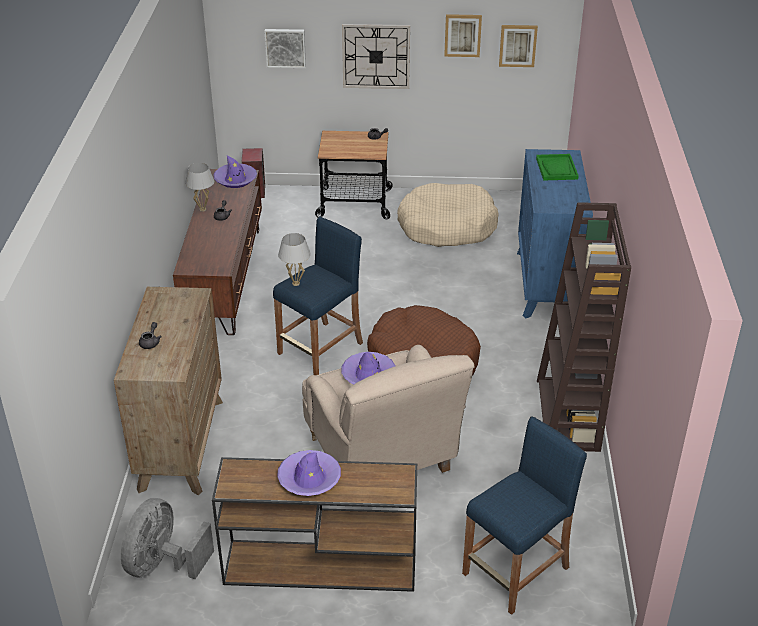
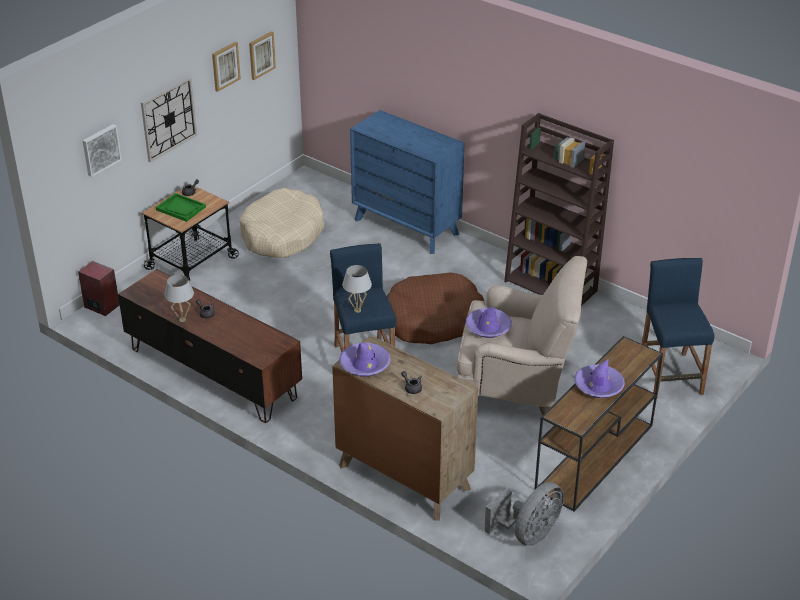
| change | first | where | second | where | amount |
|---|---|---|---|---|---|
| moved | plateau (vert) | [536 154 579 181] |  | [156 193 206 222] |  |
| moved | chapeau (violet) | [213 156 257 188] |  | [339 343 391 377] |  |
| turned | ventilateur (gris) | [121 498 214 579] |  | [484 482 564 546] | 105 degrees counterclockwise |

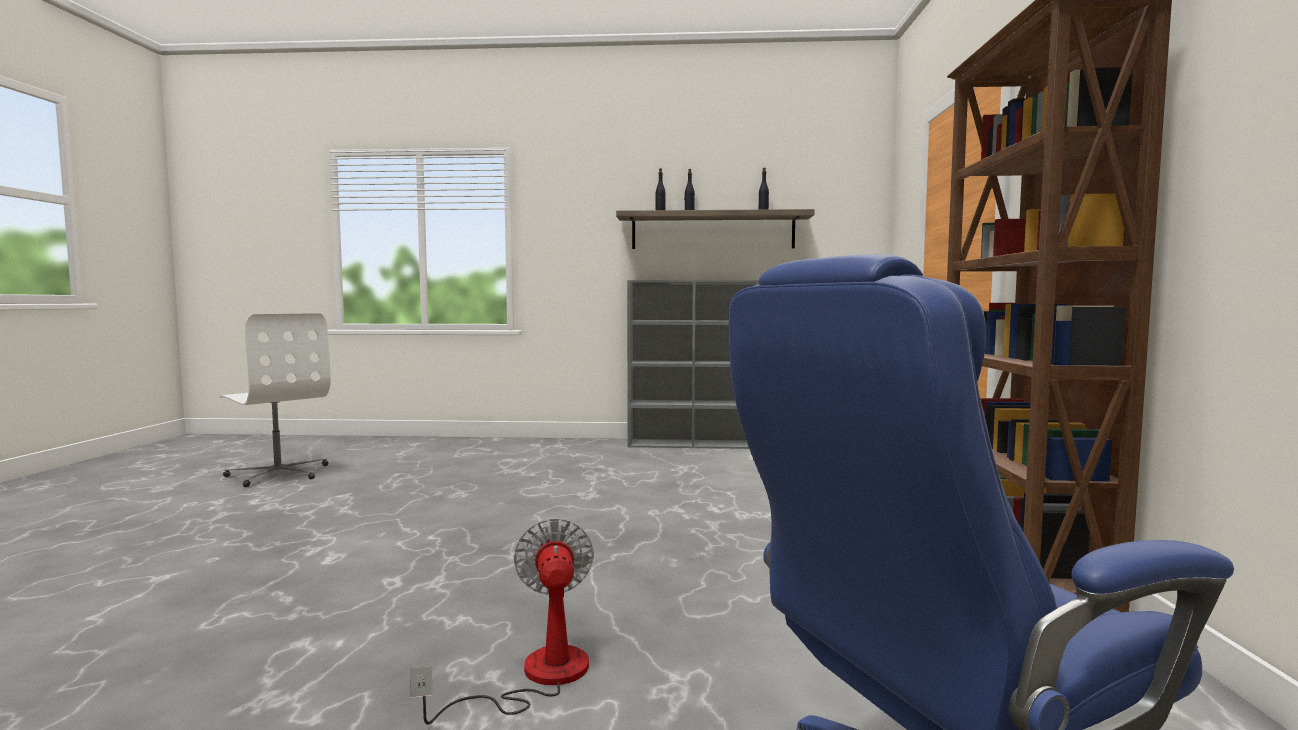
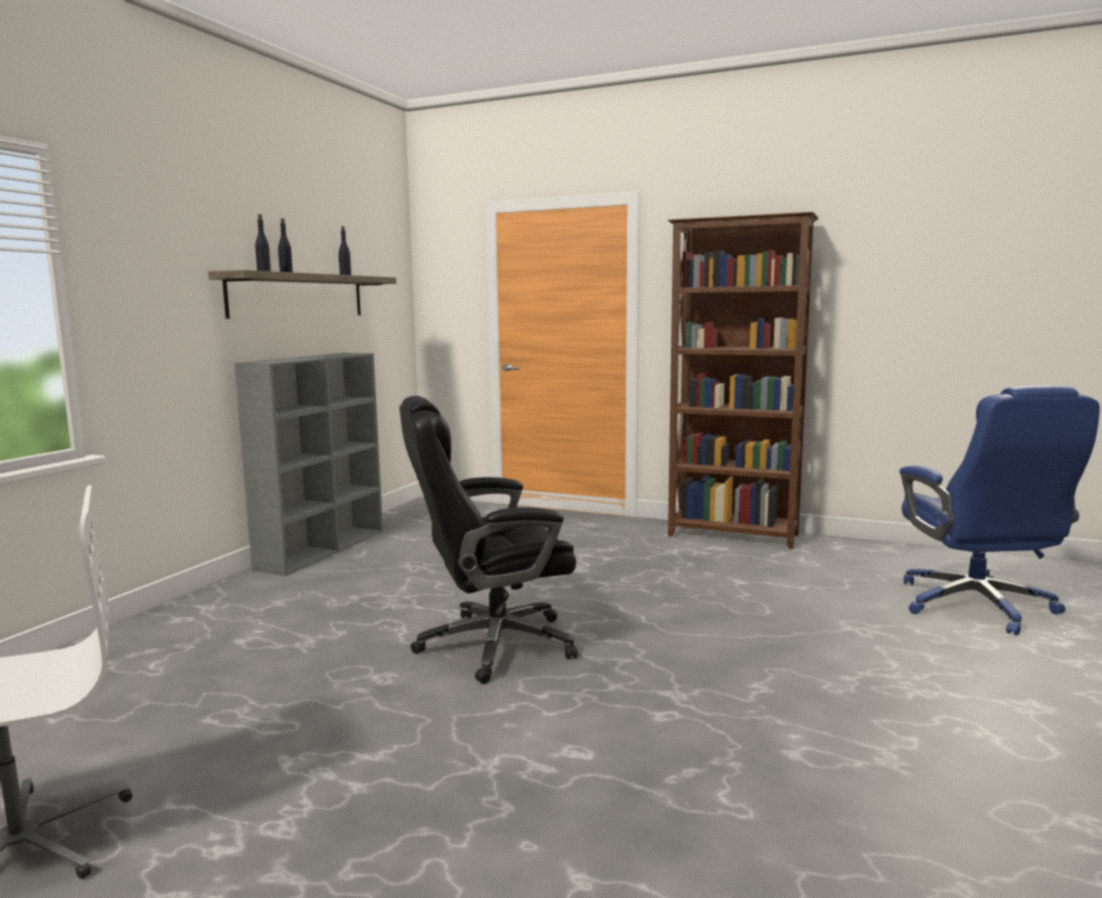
| change | first | where | second | where | amount |
|---|---|---|---|---|---|
| added |  |  | chaise de bureau (noir) | [399 396 578 684] |  |
| removed | ventilateur | [410 518 594 725] |  |  |  |

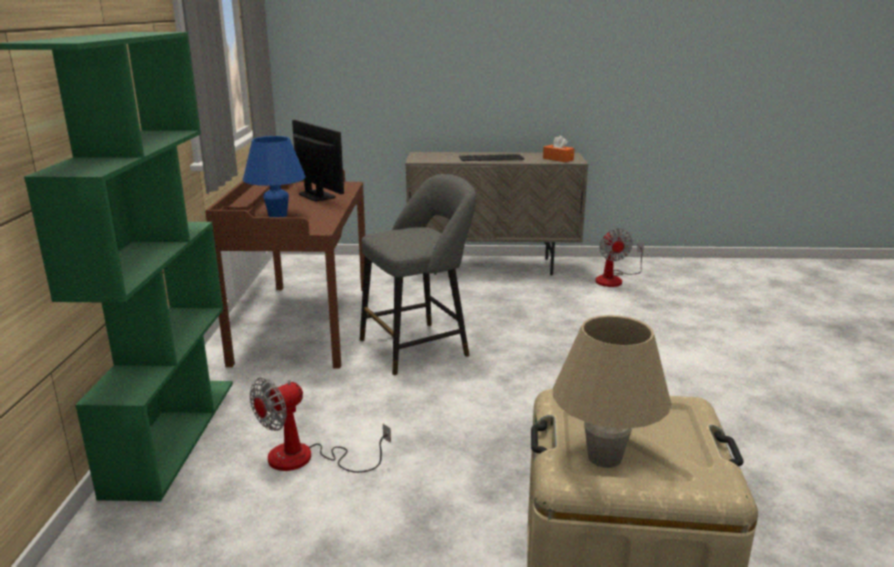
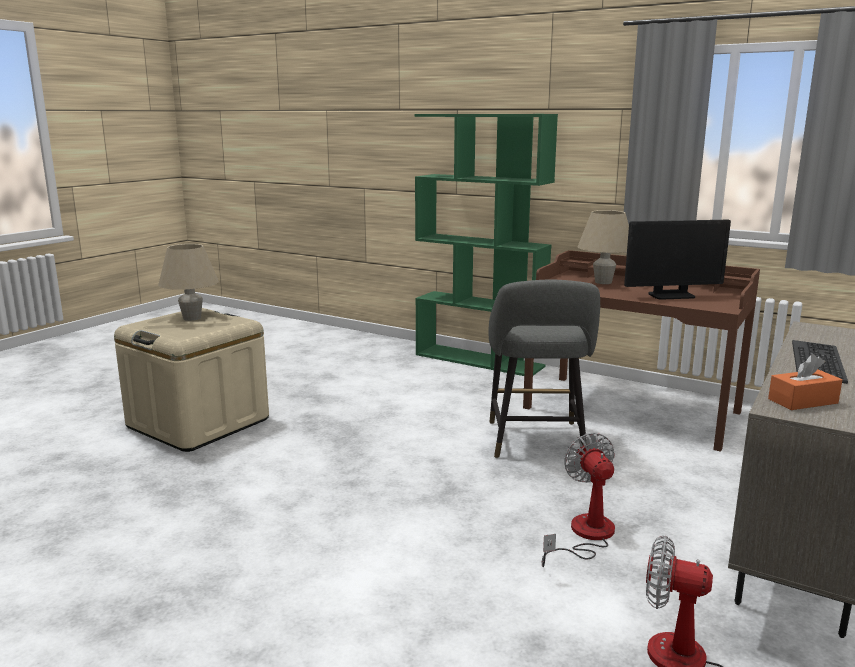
| change | first | where | second | where | amount |
|---|---|---|---|---|---|
| moved | ventilateur | [250 378 391 473] |  | [542 433 615 567] |  |
| recoloured | lampe de table (bleu) | [243 136 305 217] | lampe de table (beige) | [578 210 629 284] |  |

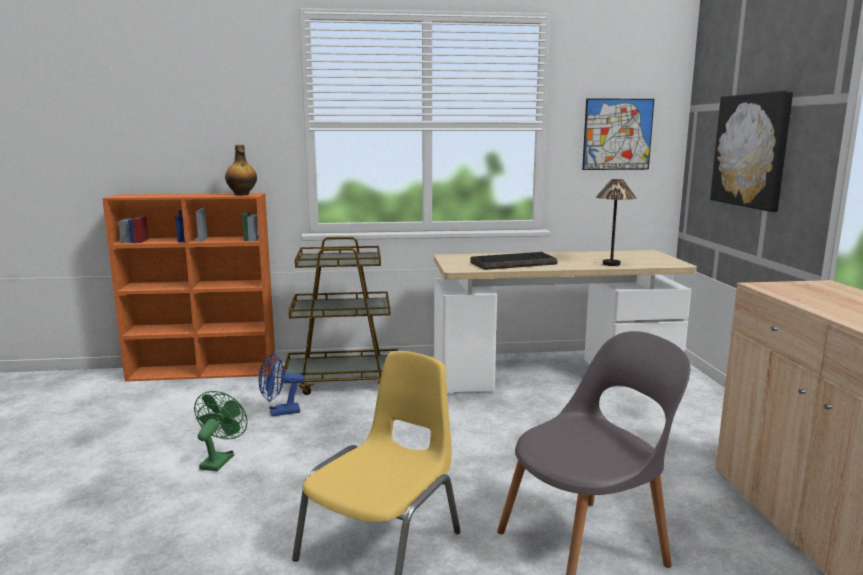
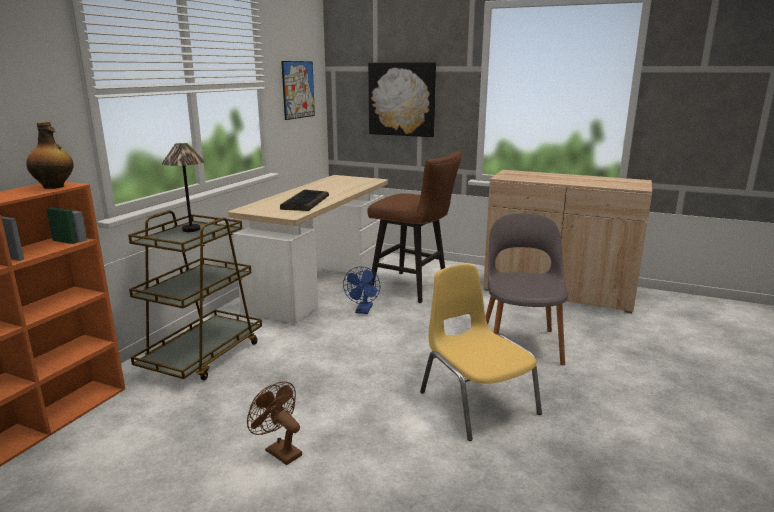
| change | first | where | second | where | amount |
|---|---|---|---|---|---|
| moved | lampe de table | [596 179 637 266] |  | [162 143 205 232] |  |
| recoloured | ventilateur (vert) | [194 391 248 471] | ventilateur (marron) | [247 381 302 465] |  |
| moved | ventilateur (bleu) | [259 352 305 416] |  | [343 266 380 314] |  |
| added |  |  | tabouret (marron) | [368 151 462 303] |  |

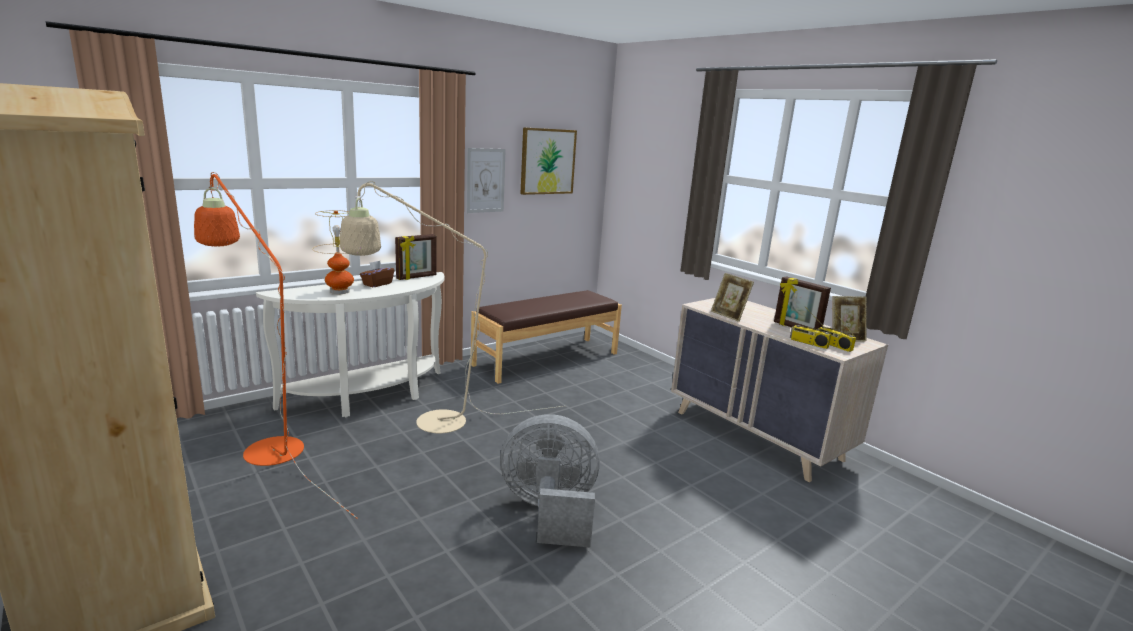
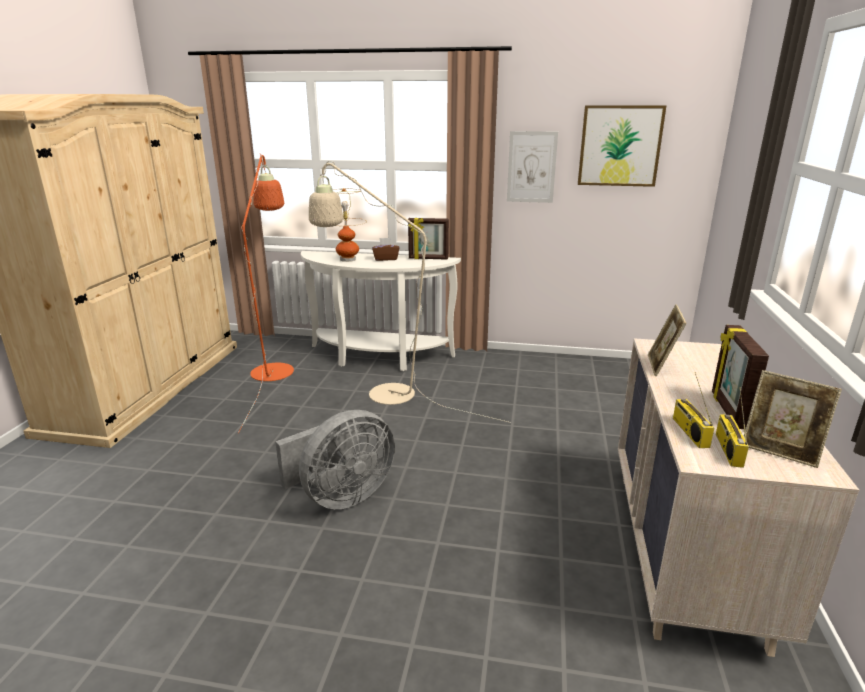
| change | first | where | second | where | amount |
|---|---|---|---|---|---|
| turned | ventilateur (gris) | [500 414 600 548] |  | [275 410 395 509] | 90 degrees clockwise |
| removed | banc (marron) | [471 290 622 384] |  |  |  |

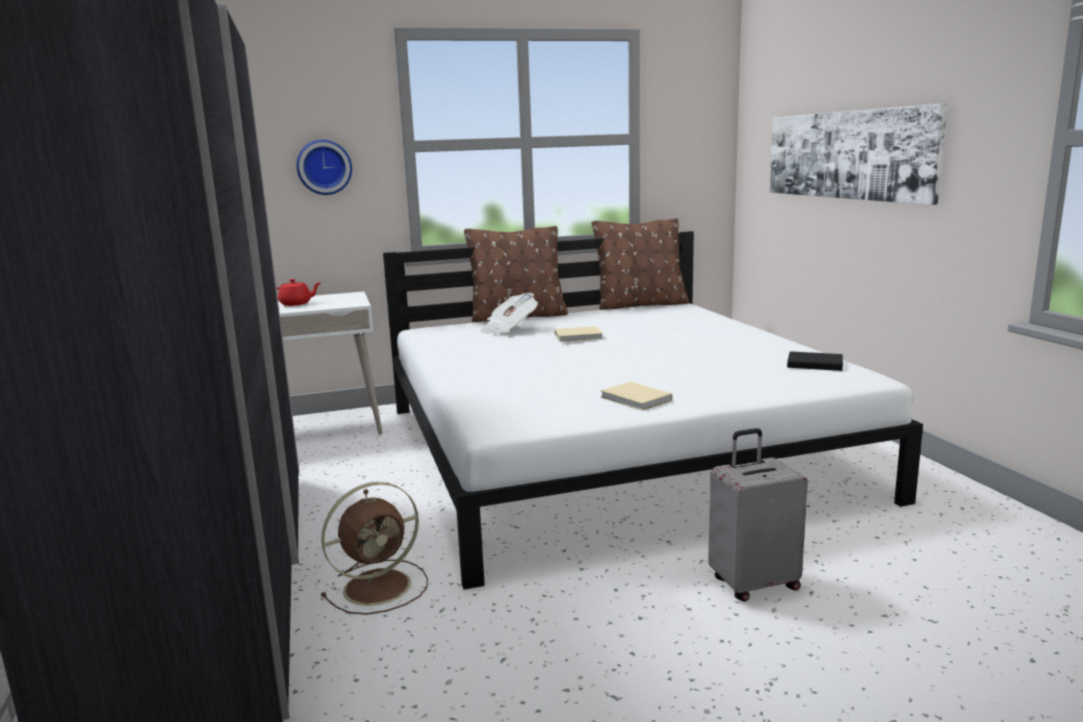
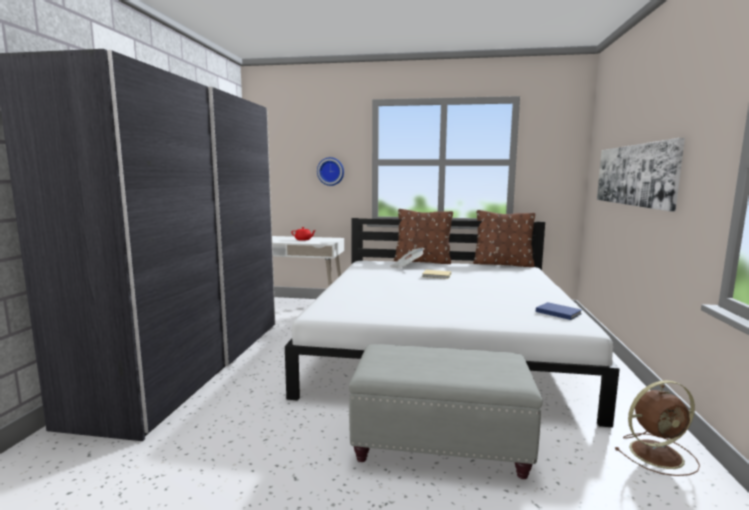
| change | first | where | second | where | amount |
|---|---|---|---|---|---|
| replaced | valise (gris) | [708 428 808 602] | pouf (gris) | [349 344 543 479] |  |
| recoloured | livre (noir) | [787 351 843 371] | livre (bleu) | [536 302 582 320] |  |
| moved | ventilateur (marron) | [321 482 428 615] |  | [614 380 700 476] |  |
| removed | livre (beige) | [600 382 672 410] |  |  |  |

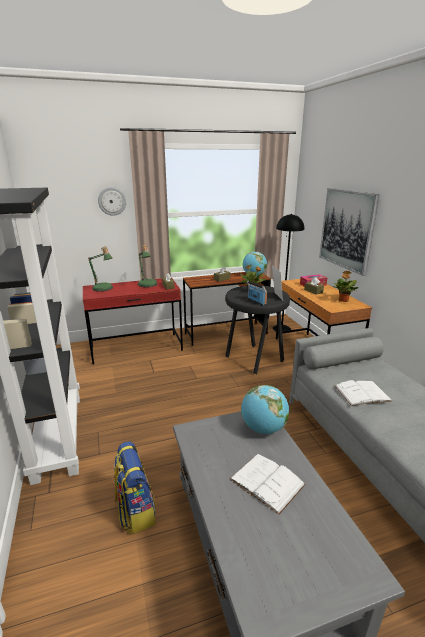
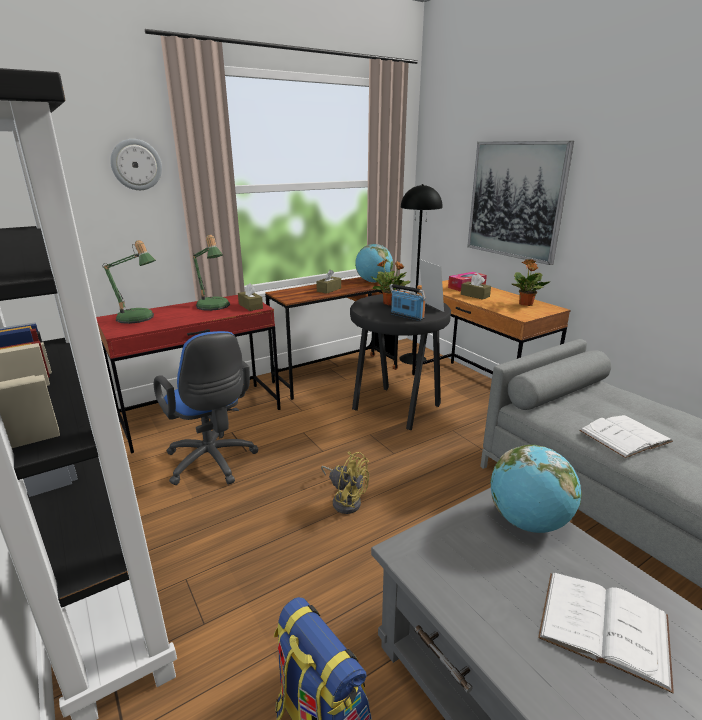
| change | first | where | second | where | amount |
|---|---|---|---|---|---|
| added |  |  | chaise de bureau (bleu) | [154 331 259 485] |  |
| added |  |  | ventilateur (jaune) | [321 452 369 514] |  |

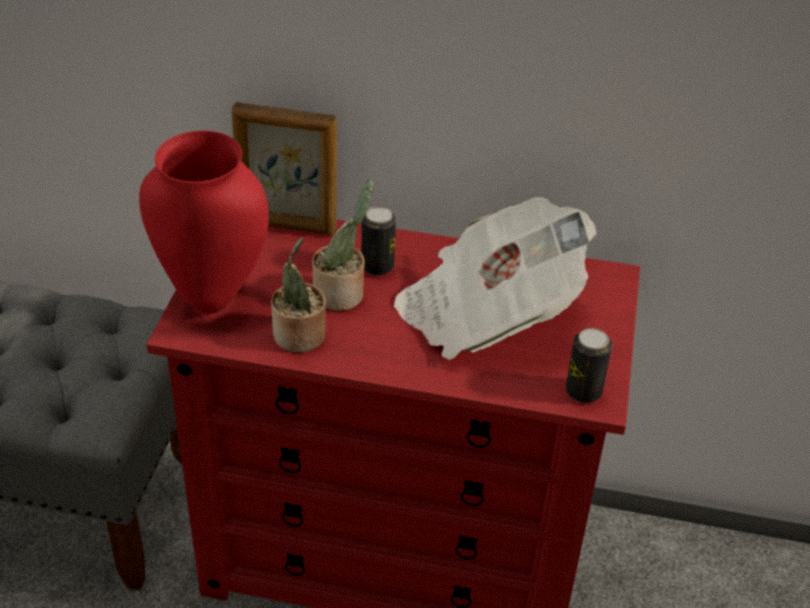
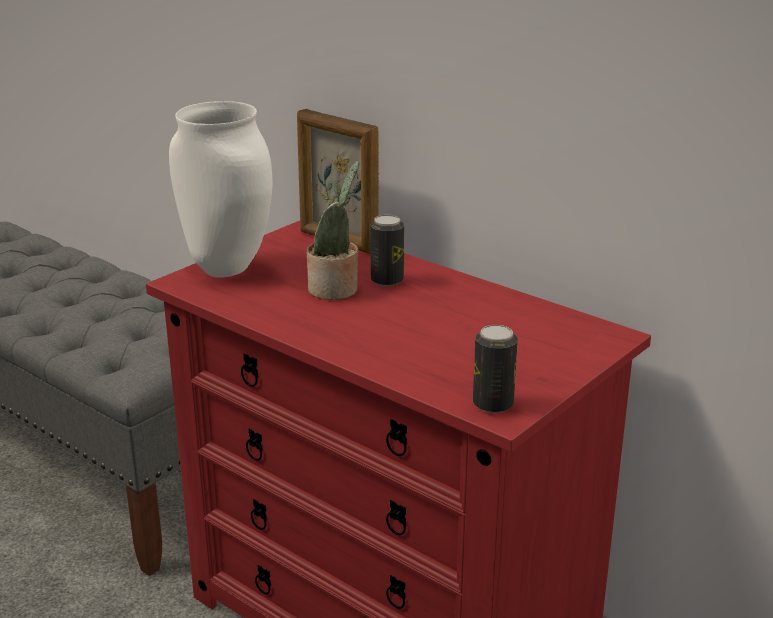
| change | first | where | second | where | amount |
|---|---|---|---|---|---|
| recoloured | vase (rouge) | [139 131 269 314] | vase (blanc) | [169 101 272 278] |  |
| removed | plante en pot | [271 238 326 353] |  |  |  |
| removed | journal | [394 197 597 360] |  |  |  |

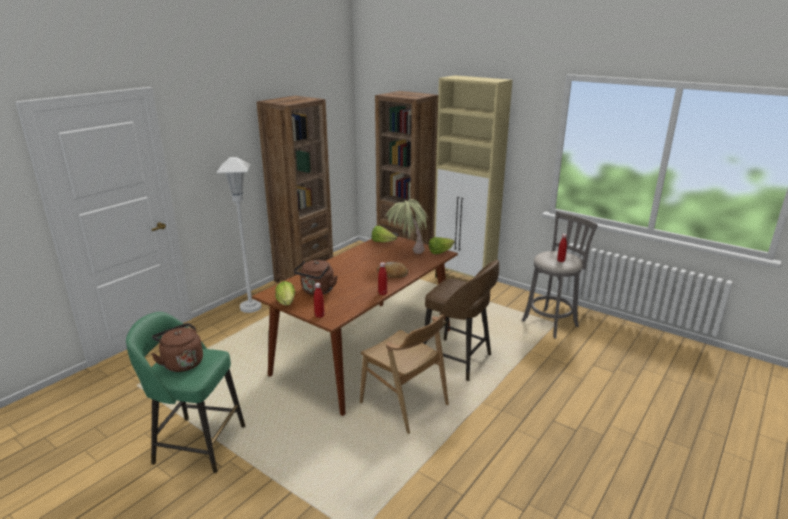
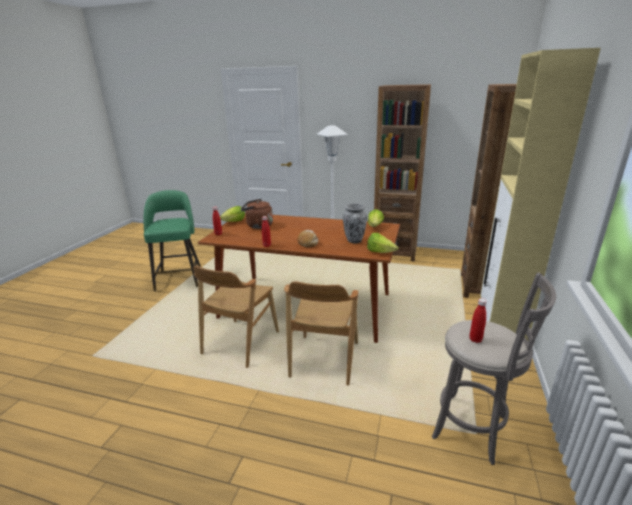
| change | first | where | second | where | amount |
|---|---|---|---|---|---|
| replaced | tabouret (marron) | [424 260 499 381] | chaise (marron) | [284 281 358 386] |  |
| replaced | plante en pot | [385 199 428 254] | vase | [343 203 367 243] |  |
| removed | bouilloire (marron) | [151 323 203 372] |  |  |  |

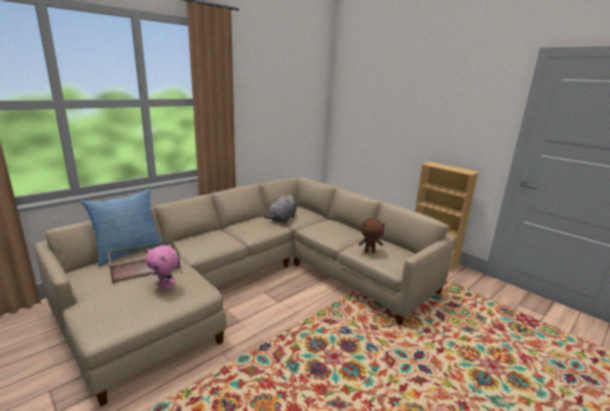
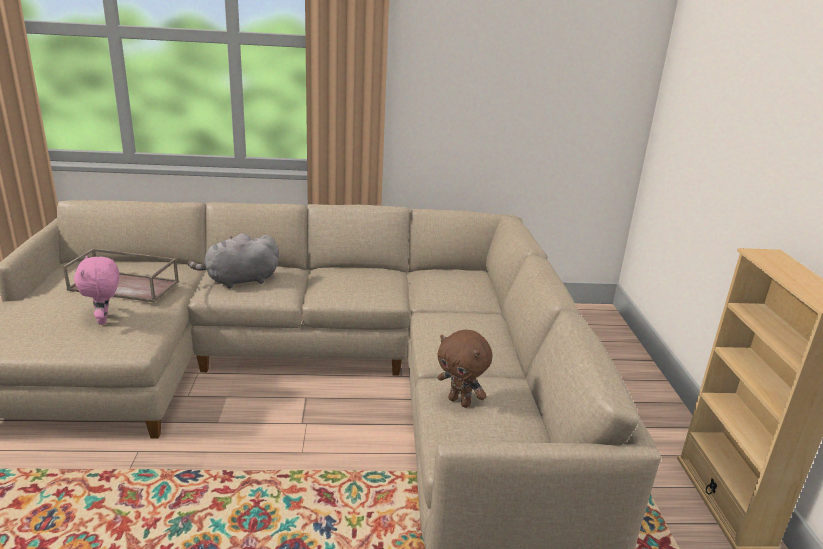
| change | first | where | second | where | amount |
|---|---|---|---|---|---|
| moved | peluche (gris) | [264 194 297 223] |  | [188 233 279 289] |  |
| removed | coussin | [81 188 165 267] |  |  |  |

